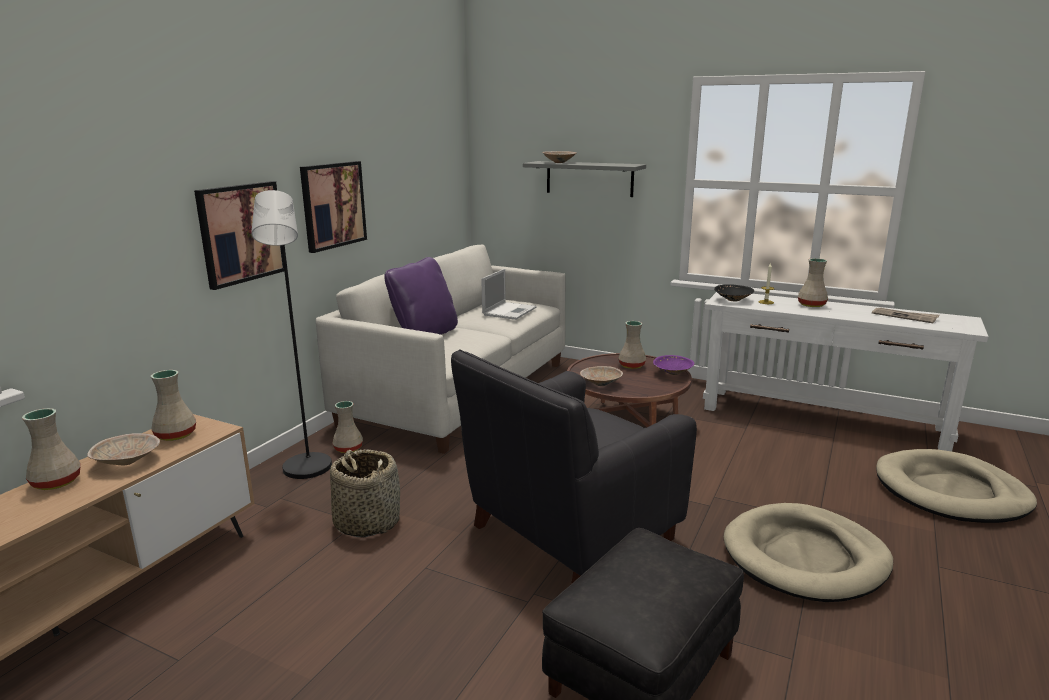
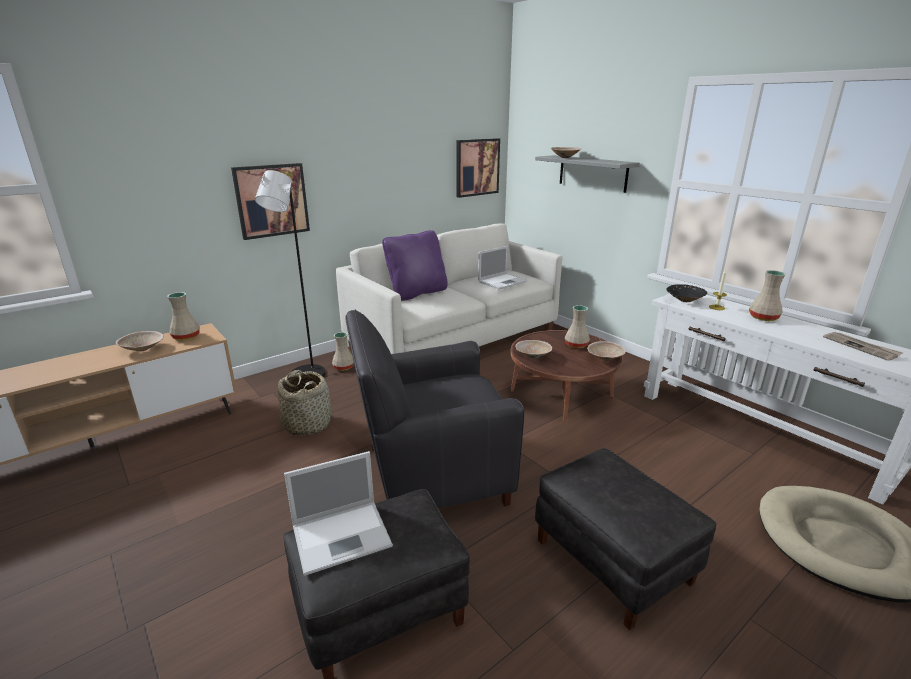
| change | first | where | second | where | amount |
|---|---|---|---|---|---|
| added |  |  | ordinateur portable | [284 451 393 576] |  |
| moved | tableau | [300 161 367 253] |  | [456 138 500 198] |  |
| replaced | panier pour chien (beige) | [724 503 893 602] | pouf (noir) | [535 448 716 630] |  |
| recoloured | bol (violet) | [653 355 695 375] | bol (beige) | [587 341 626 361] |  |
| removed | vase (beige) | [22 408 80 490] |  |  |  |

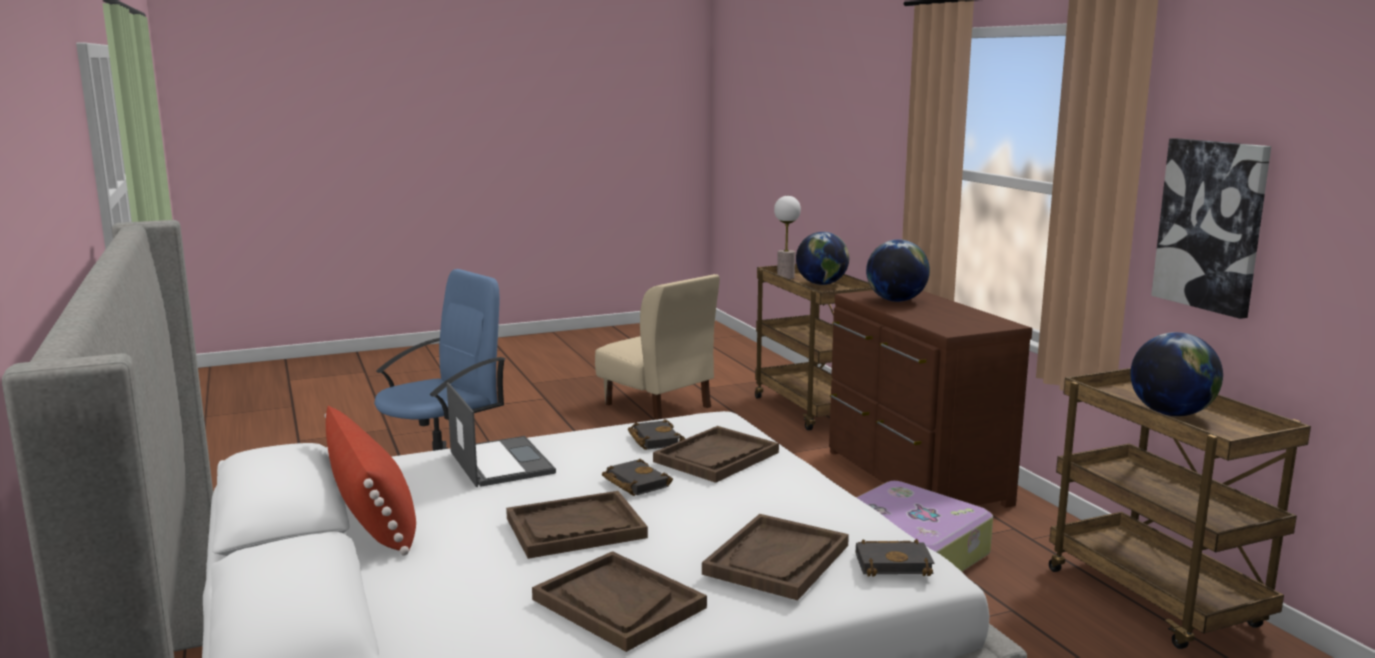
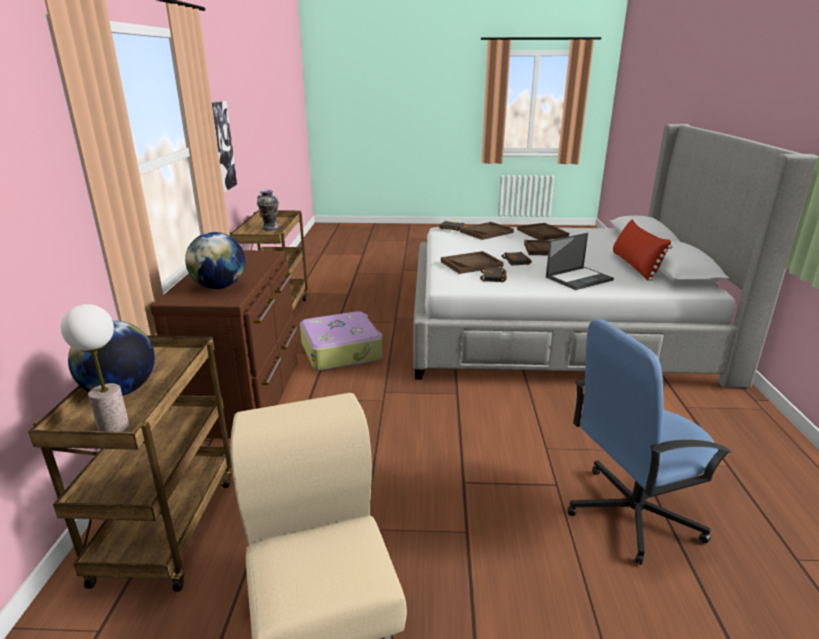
| change | first | where | second | where | amount |
|---|---|---|---|---|---|
| replaced | globe | [1130 332 1223 416] | vase | [257 190 279 231] |  |
| turned | ordinateur portable | [447 382 556 487] |  | [546 233 614 290] | 120 degrees counterclockwise |

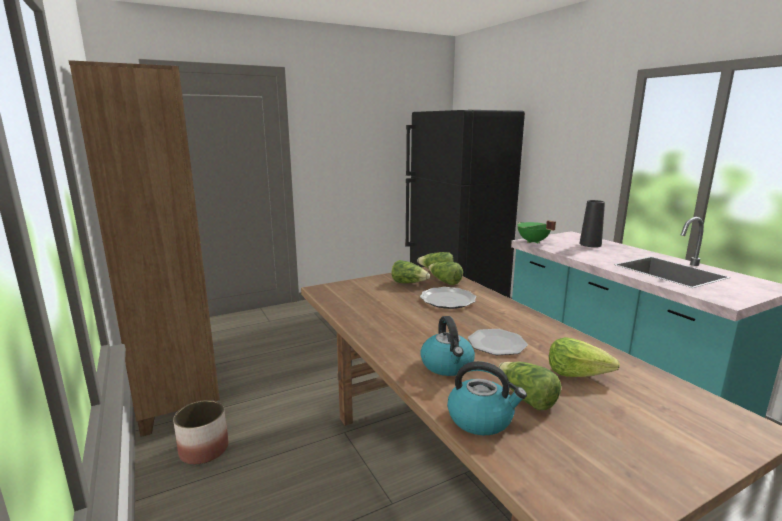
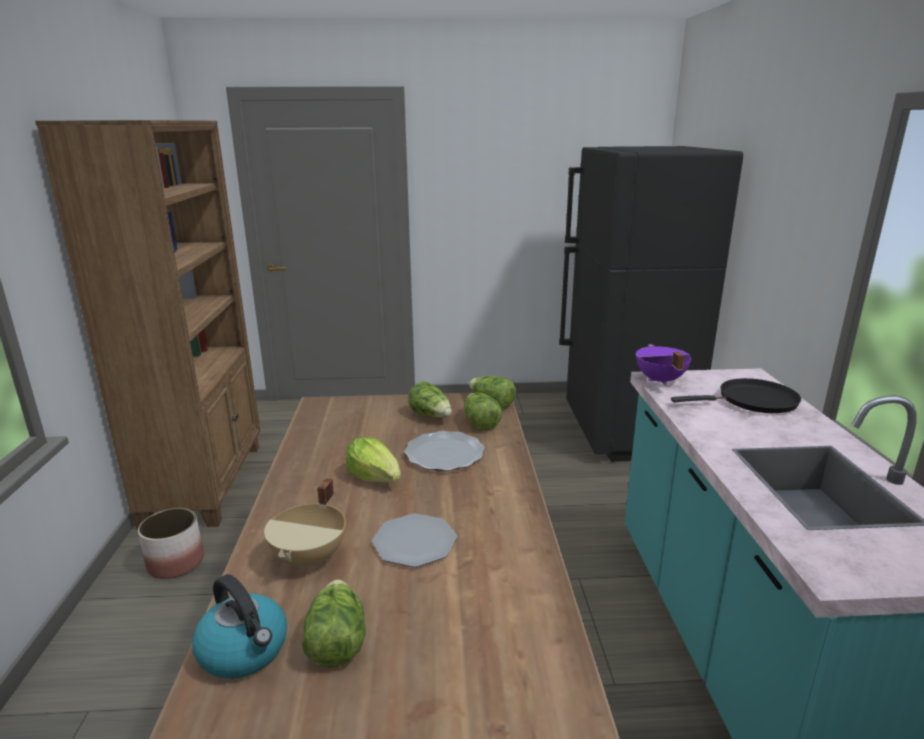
| change | first | where | second | where | amount |
|---|---|---|---|---|---|
| replaced | bouilloire | [420 316 475 376] | marmite (beige) | [264 478 346 570] |  |
| moved | laitue | [549 337 620 377] |  | [346 437 401 482] |  |
| recoloured | marmite (vert) | [518 220 556 244] | marmite (violet) | [636 344 691 385] |  |
| replaced | vase (noir) | [579 200 605 247] | poêle (noir) | [671 378 801 413] |  |

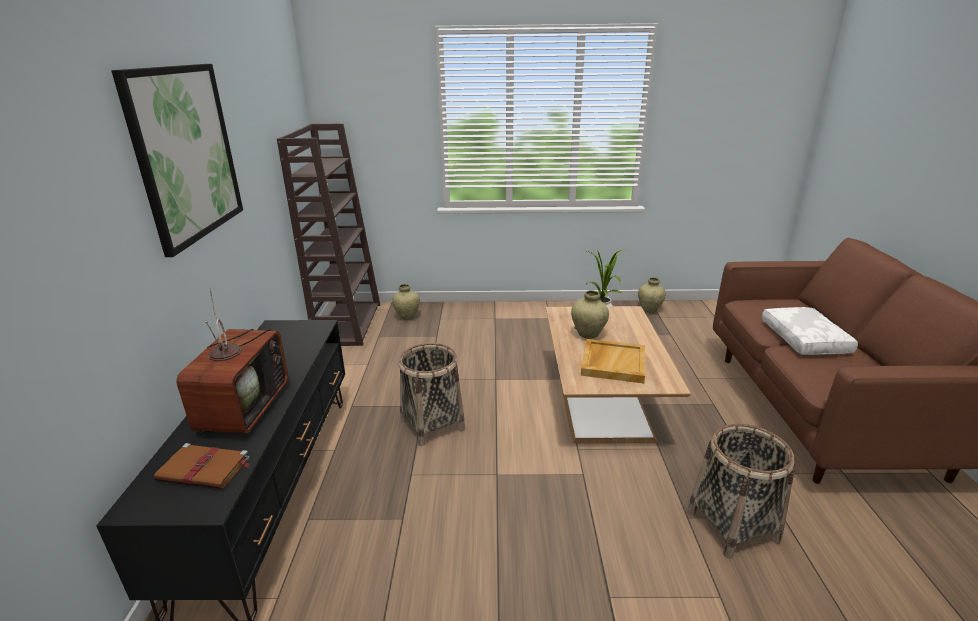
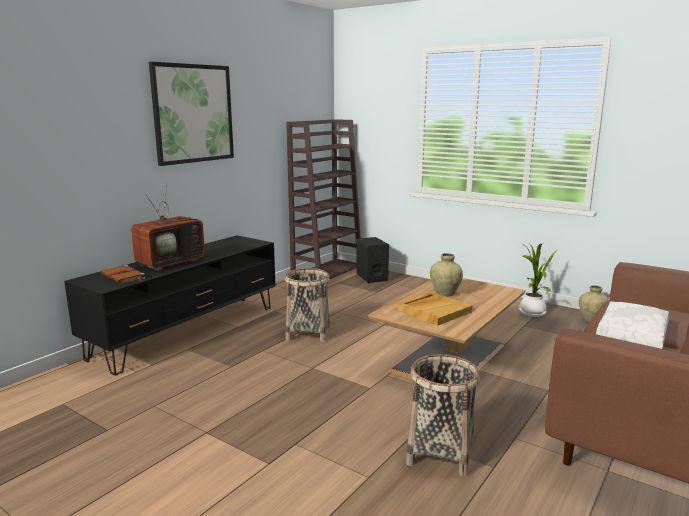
| change | first | where | second | where | amount |
|---|---|---|---|---|---|
| replaced | vase (beige) | [392 284 420 320] | enceinte (noir) | [356 237 389 283] |  |

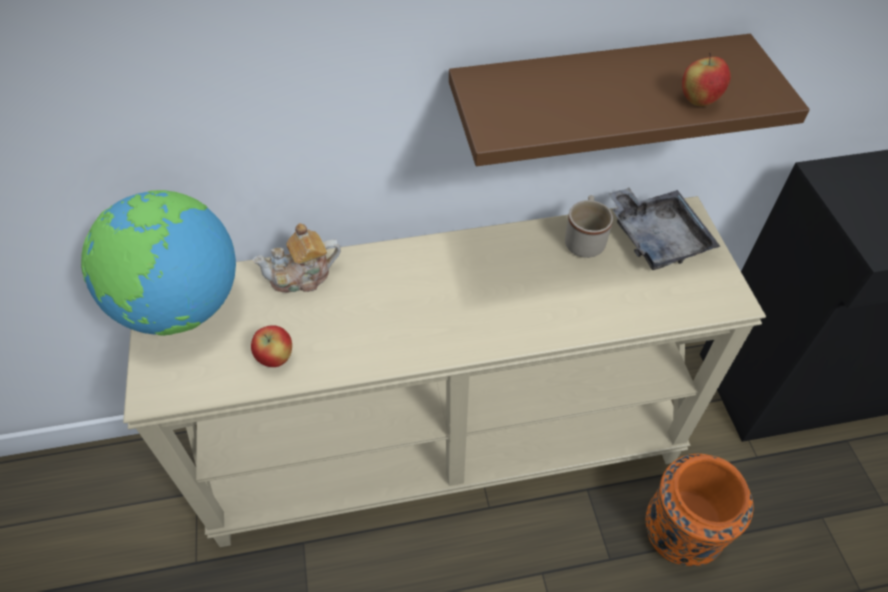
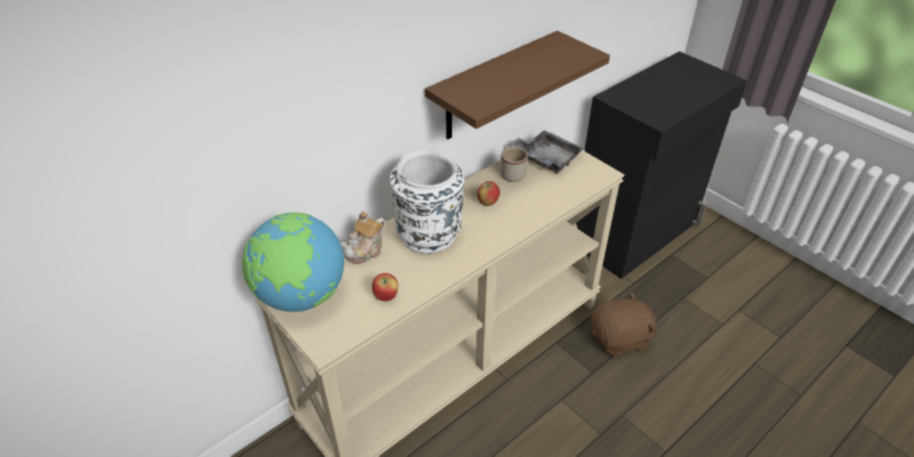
| change | first | where | second | where | amount |
|---|---|---|---|---|---|
| added |  |  | vase (blanc) | [390 150 464 254] |  |
| moved | pomme | [682 53 731 106] |  | [477 181 500 206] |  |
| replaced | vase (orange) | [646 454 754 566] | peluche (marron) | [591 292 657 357] |  |

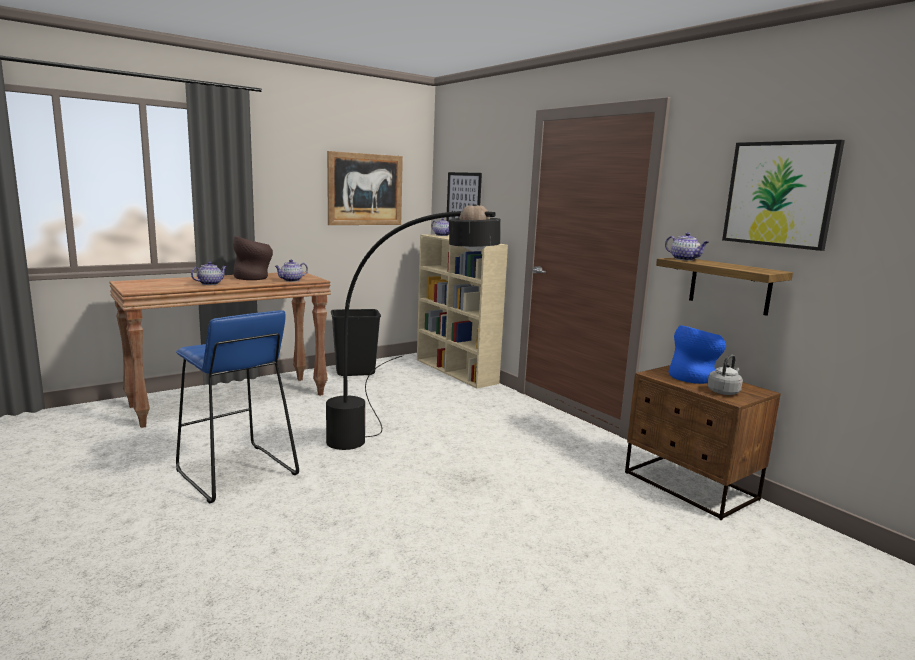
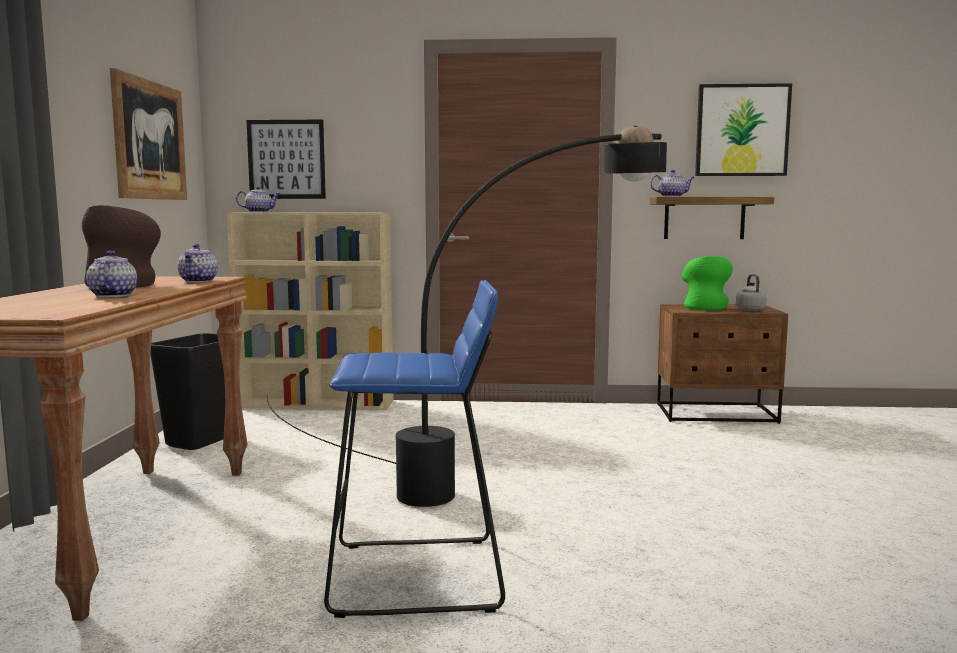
| change | first | where | second | where | amount |
|---|---|---|---|---|---|
| recoloured | vase (bleu) | [669 325 726 384] | vase (vert) | [682 256 733 310] |  |

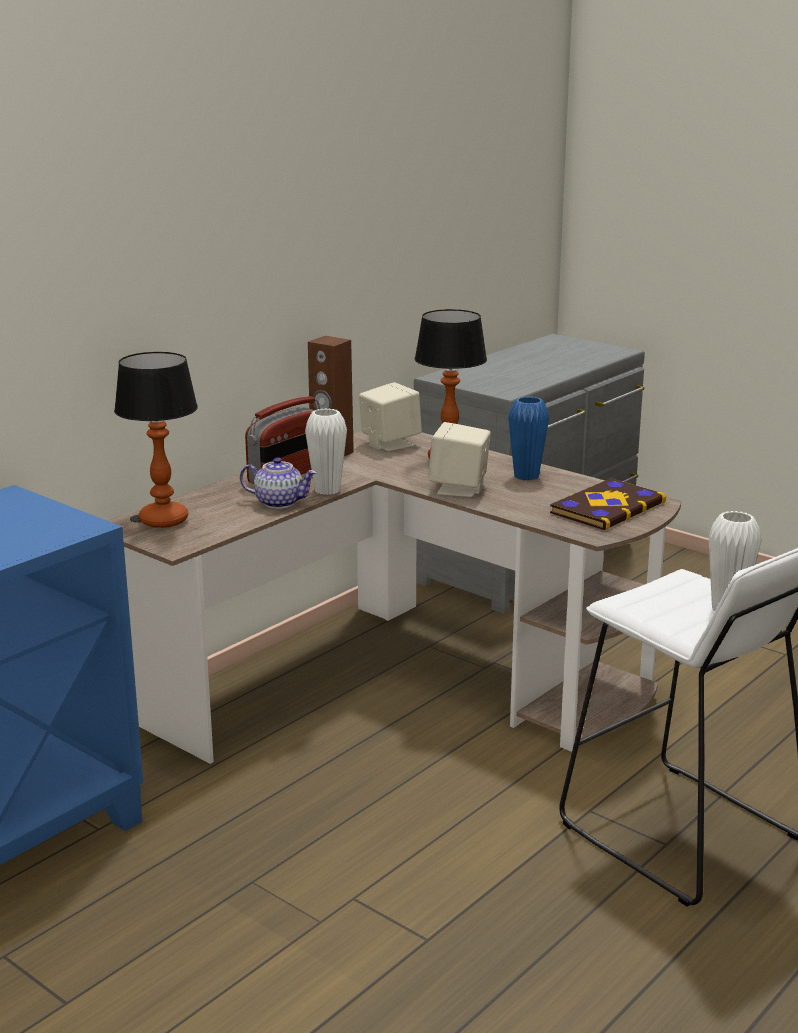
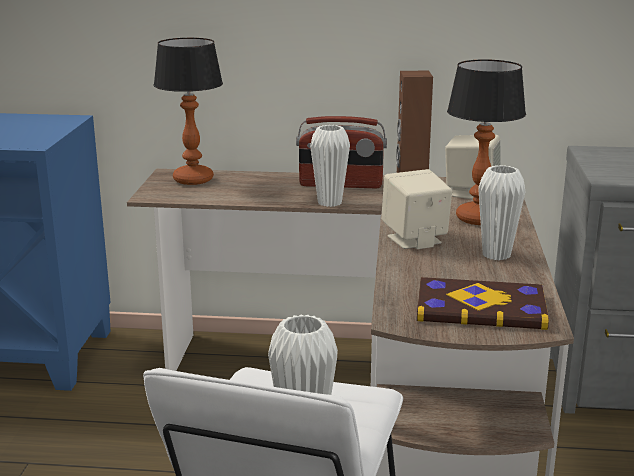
| change | first | where | second | where | amount |
|---|---|---|---|---|---|
| recoloured | vase (bleu) | [508 396 549 481] | vase (blanc) | [478 165 525 260] |  |
| removed | théière | [240 457 317 509] |  |  |  |

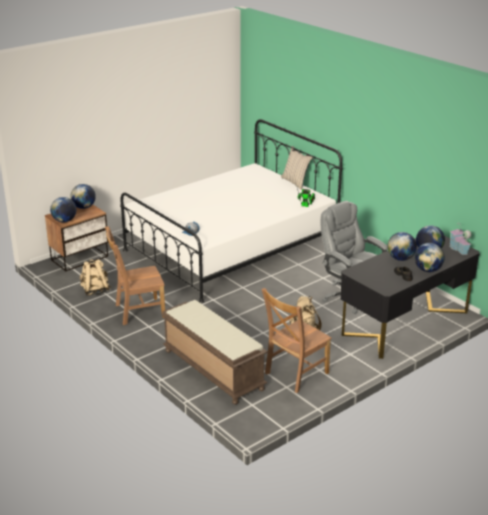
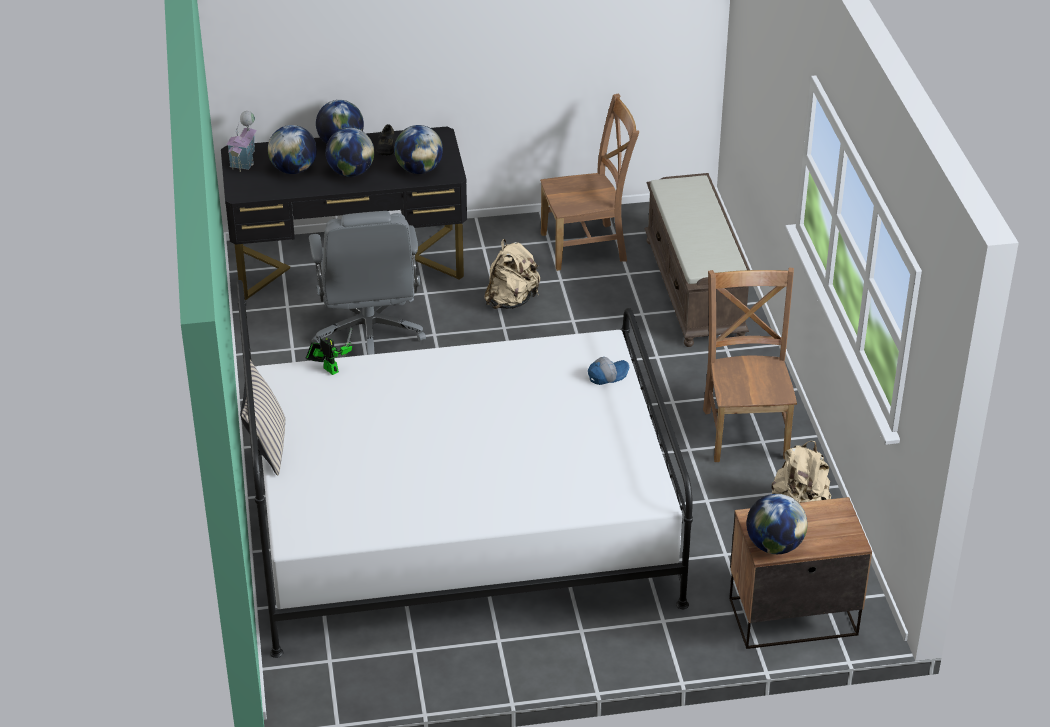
| change | first | where | second | where | amount |
|---|---|---|---|---|---|
| moved | globe | [50 197 76 222] |  | [394 125 443 174] |  |
| turned | chaise (marron) | [105 226 165 325] |  | [703 267 797 462] | 105 degrees counterclockwise |

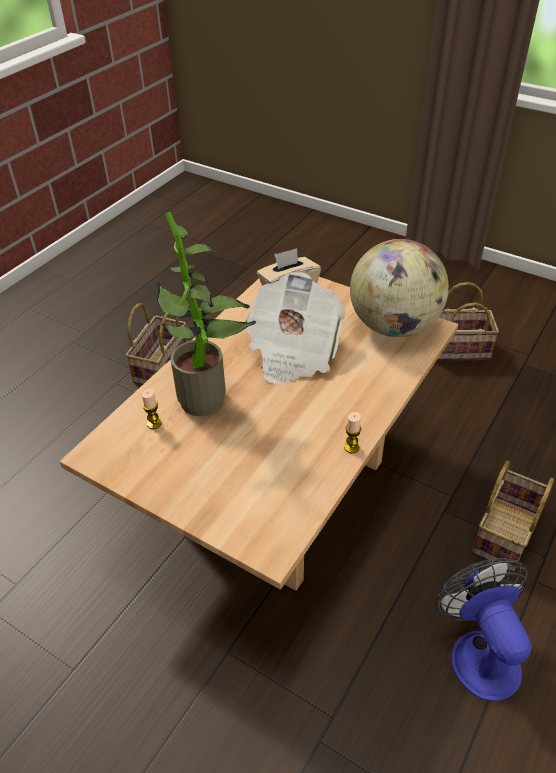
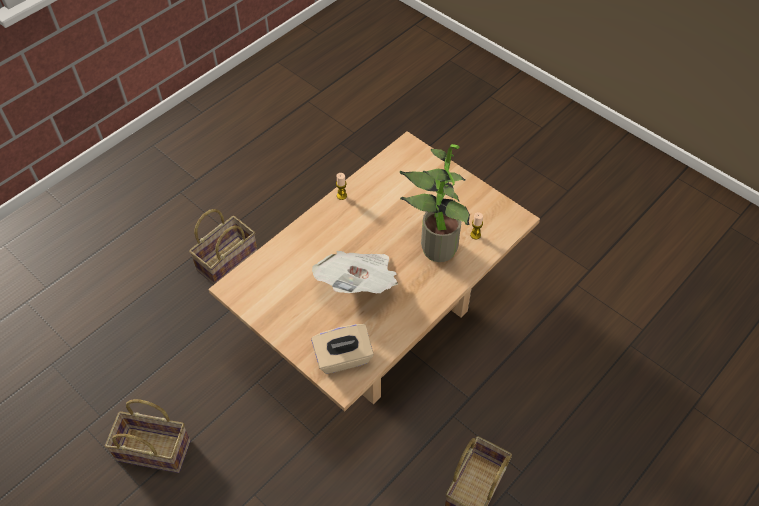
| change | first | where | second | where | amount |
|---|---|---|---|---|---|
| removed | globe | [350 239 449 337] |  |  |  |
| removed | ventilateur | [436 558 531 701] |  |  |  |

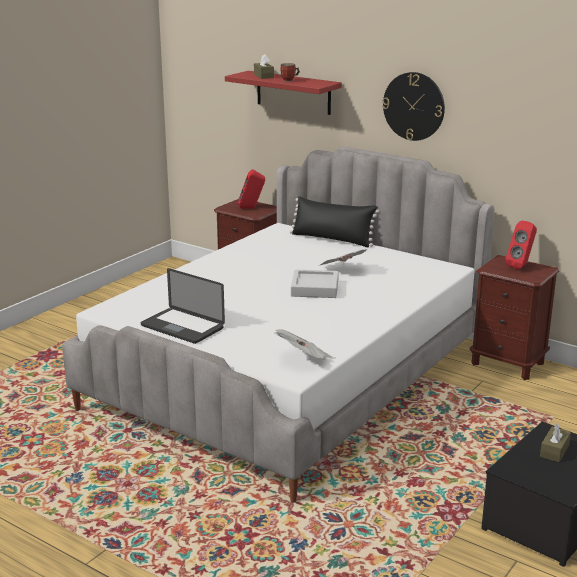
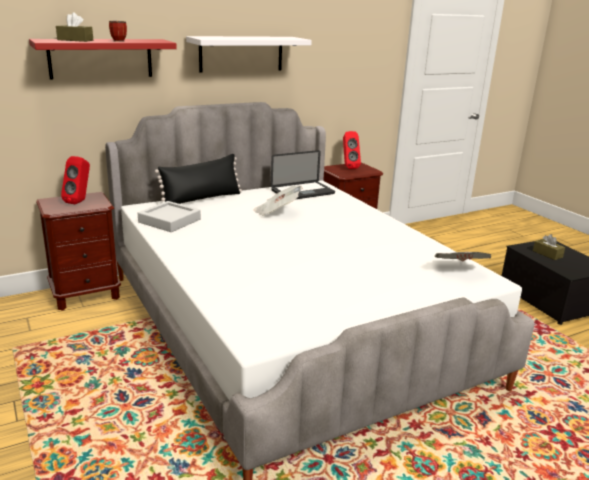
| change | first | where | second | where | amount |
|---|---|---|---|---|---|
| moved | plateau (gris) | [291 269 339 298] |  | [138 201 201 232] |  |
| replaced | horloge murale | [382 72 445 141] | étagère (blanc) | [186 36 312 72] |  |
| moved | ordinateur portable | [141 268 225 344] |  | [271 150 335 199] |  |

